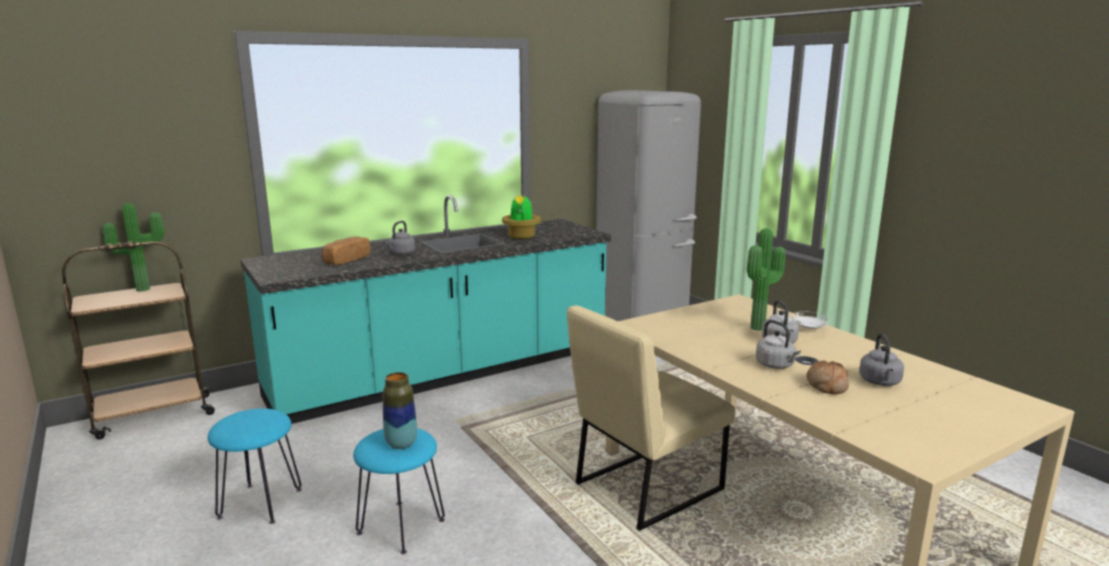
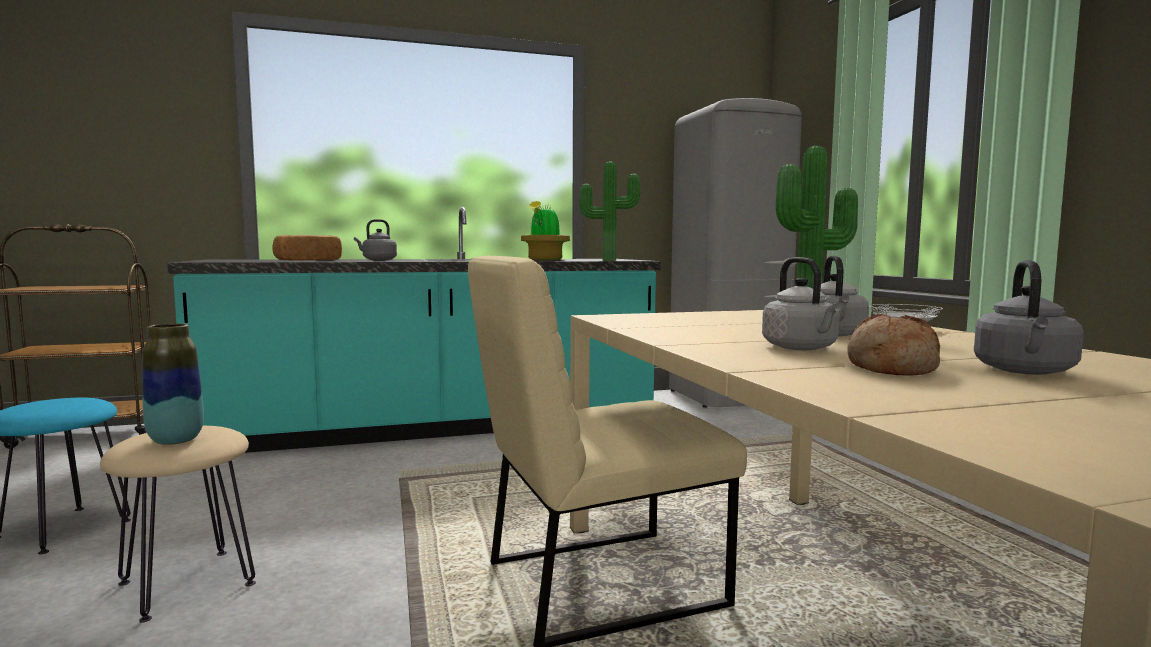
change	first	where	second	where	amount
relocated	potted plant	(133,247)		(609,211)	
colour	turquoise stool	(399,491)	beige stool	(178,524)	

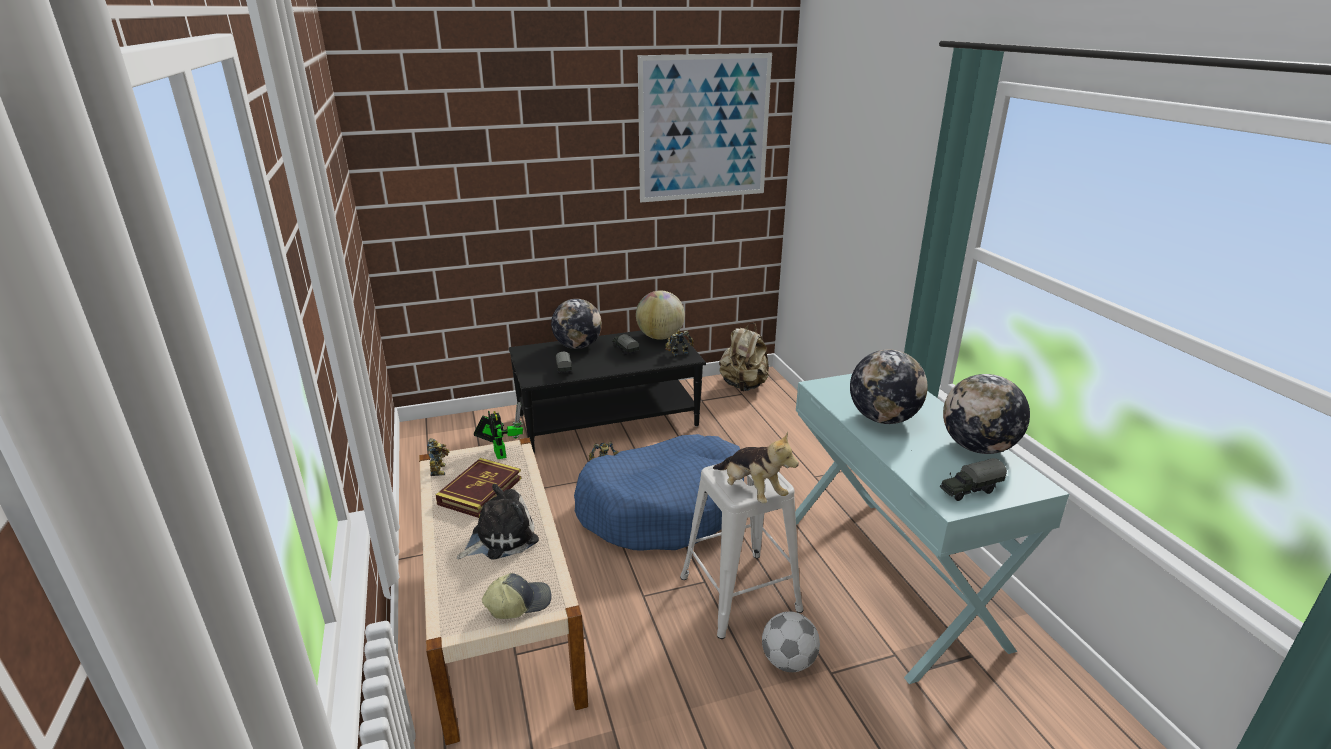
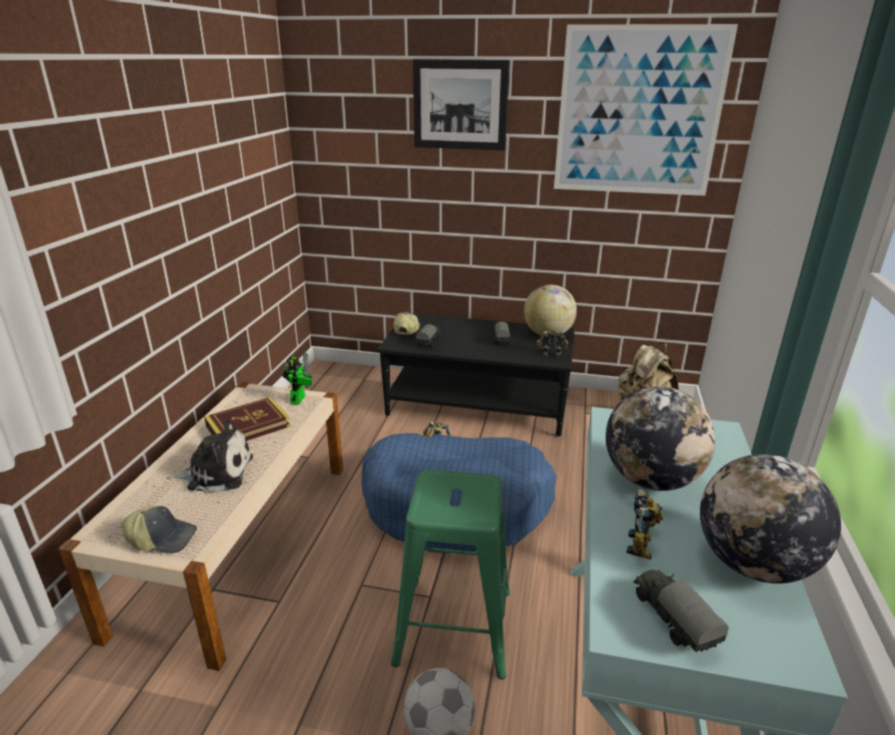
change	first	where	second	where	amount
missing	globe	(576,324)			
missing	plush toy	(756,467)			
appeared			cap	(406,323)	
appeared			picture	(461,104)	
relocated	toy robot	(438,457)		(644,524)	
colour	white stool	(742,552)	green stool	(450,575)	
spun	toy truck	(973,479)		(681,611)	60 degrees clockwise

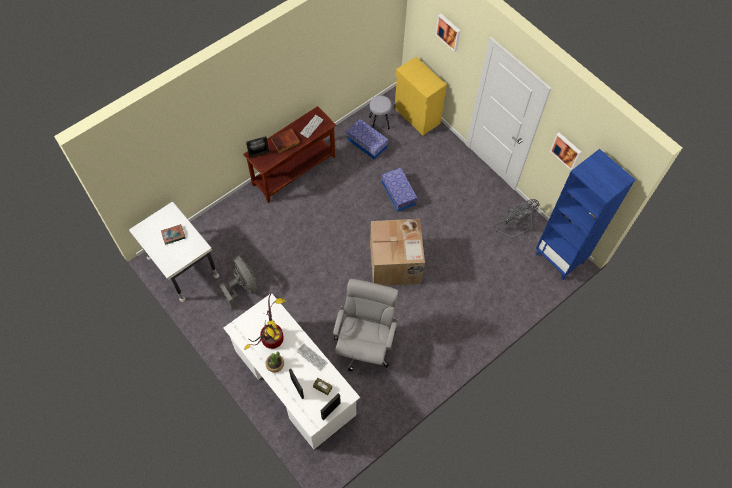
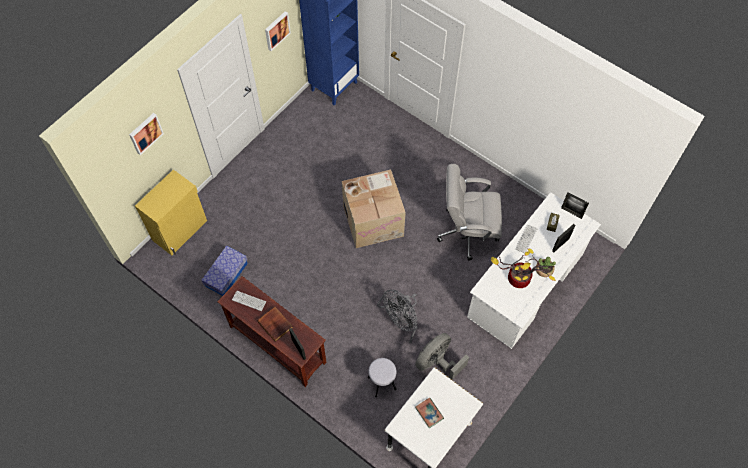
change	first	where	second	where	amount
missing	storage box	(399,189)			
relocated	grey stool	(380,112)		(382,377)	
relocated	grey fan	(517,221)		(397,316)	

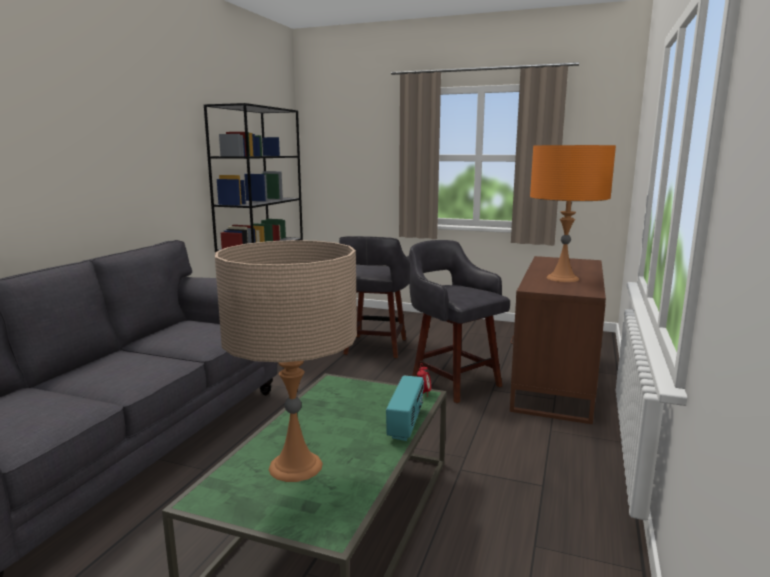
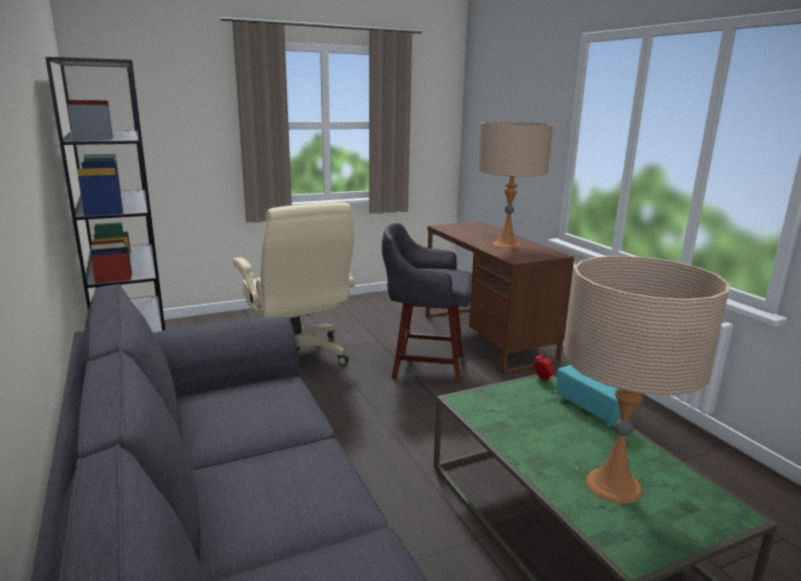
change	first	where	second	where	amount
exchanged	grey stool	(374,297)	beige office chair	(293,283)	
colour	orange table lamp	(573,213)	beige table lamp	(515,185)	

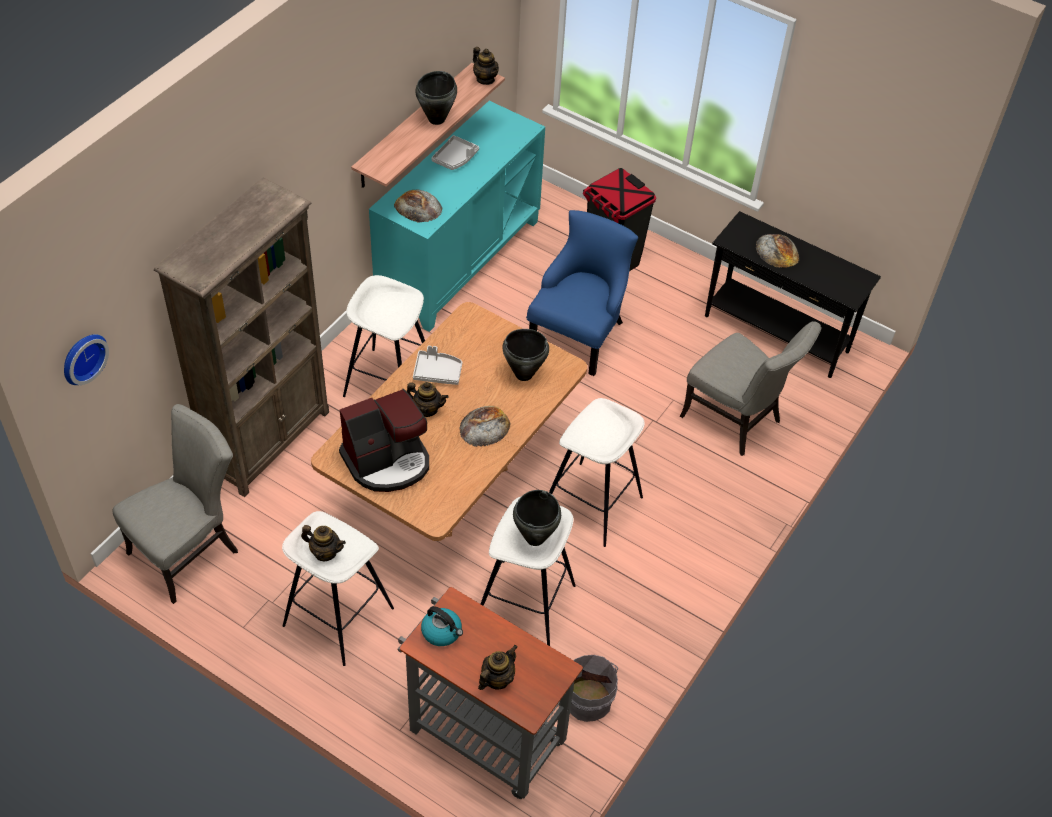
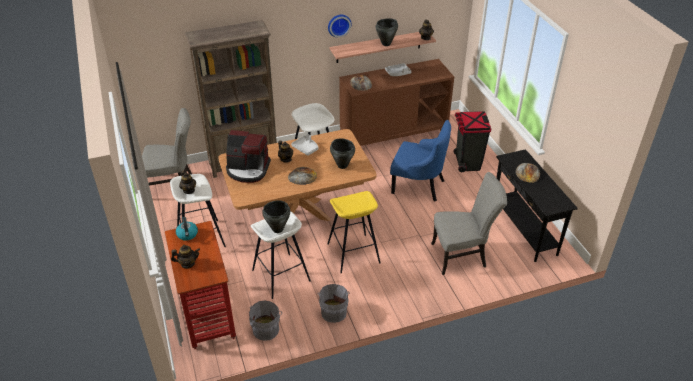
change	first	where	second	where	amount
appeared			grey bucket	(334,303)	
relocated	wall clock	(86,359)		(339,26)	
colour	turquoise cabinet	(457,216)	brown cabinet	(396,102)	
colour	grey cart	(490,693)	red cart	(200,285)	
colour	white stool	(597,472)	yellow stool	(353,232)	
spun	blue chair	(582,293)		(420,161)	45 degrees clockwise
spun	grey chair	(750,388)		(469,223)	90 degrees counterclockwise

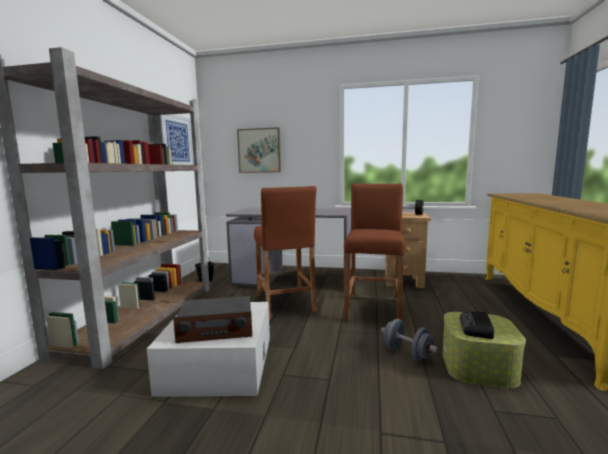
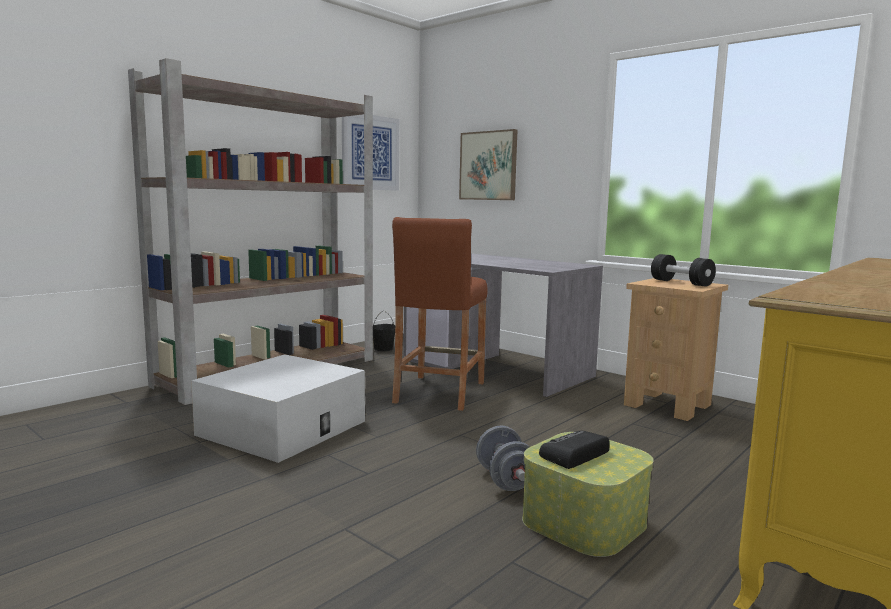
change	first	where	second	where	amount
missing	radio	(212,319)			
missing	brown stool	(375,253)			

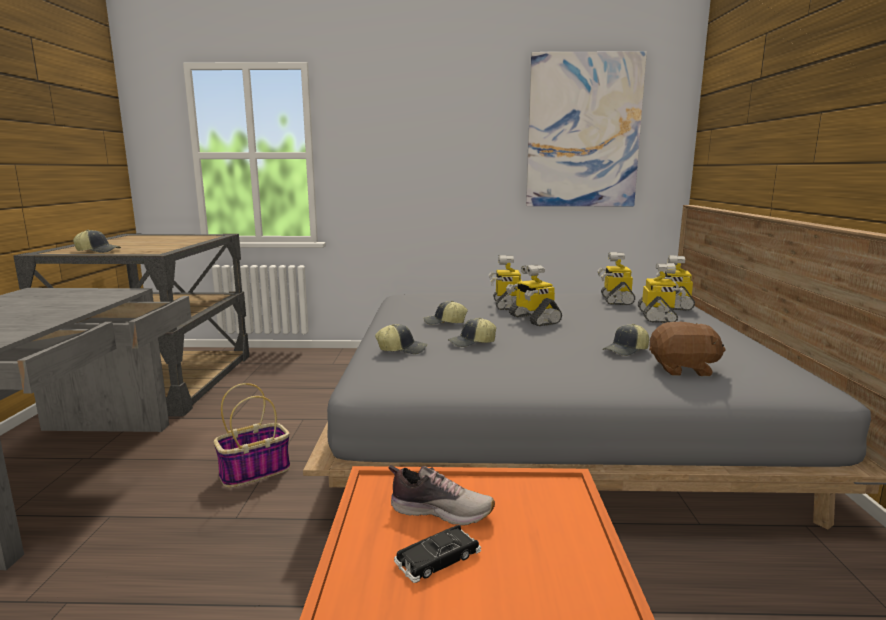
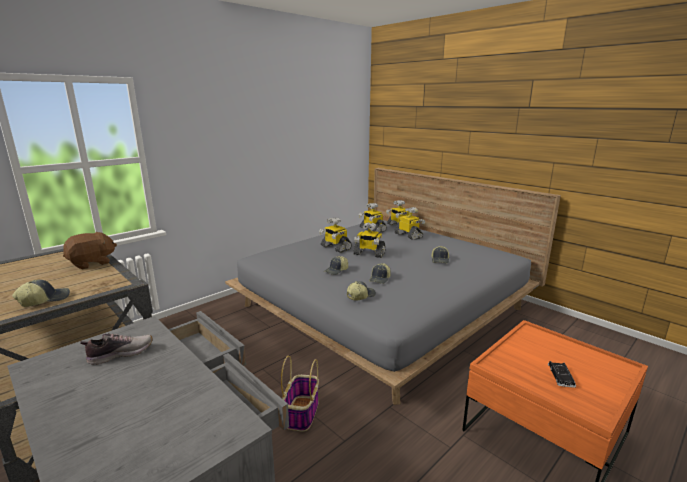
change	first	where	second	where	amount
missing	picture	(586,128)			
relocated	shoe	(441,495)		(116,349)	
relocated	brown plush toy	(687,349)		(90,250)	

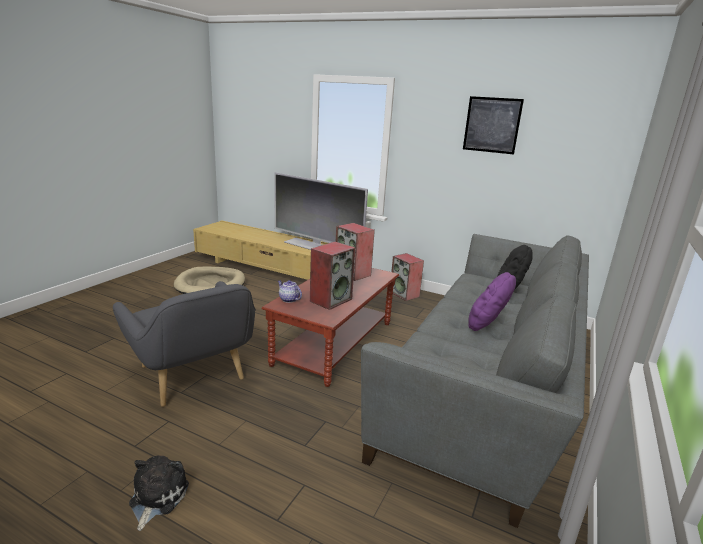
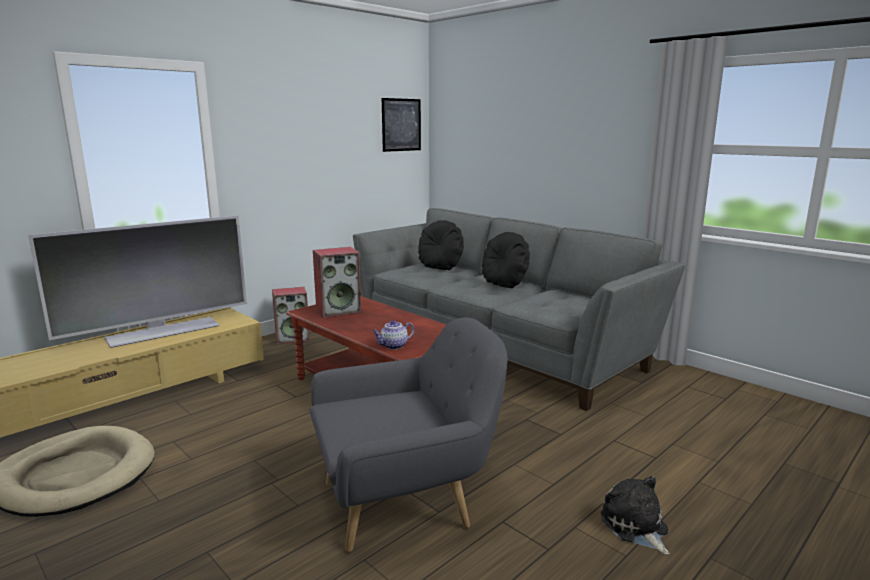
change	first	where	second	where	amount
missing	speaker	(332,276)			
relocated	picture	(493,125)		(401,125)	
colour	purple pillow	(492,301)	black pillow	(506,260)	
spun	plush toy	(159,493)		(635,515)	45 degrees clockwise

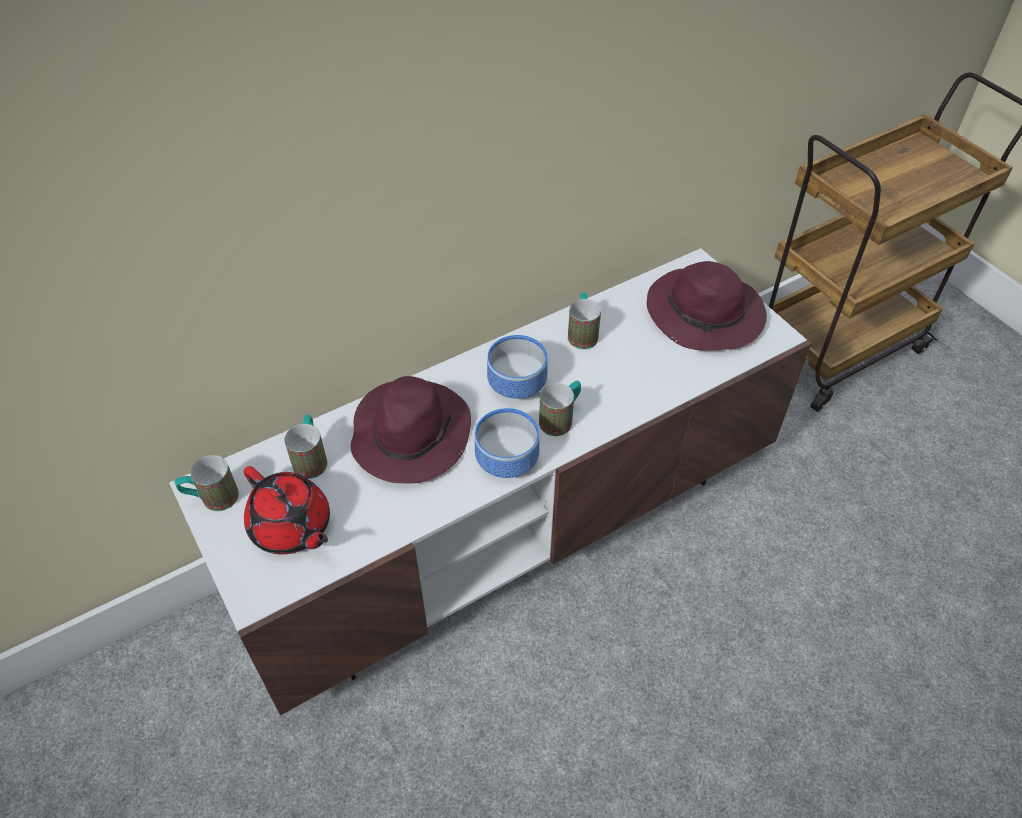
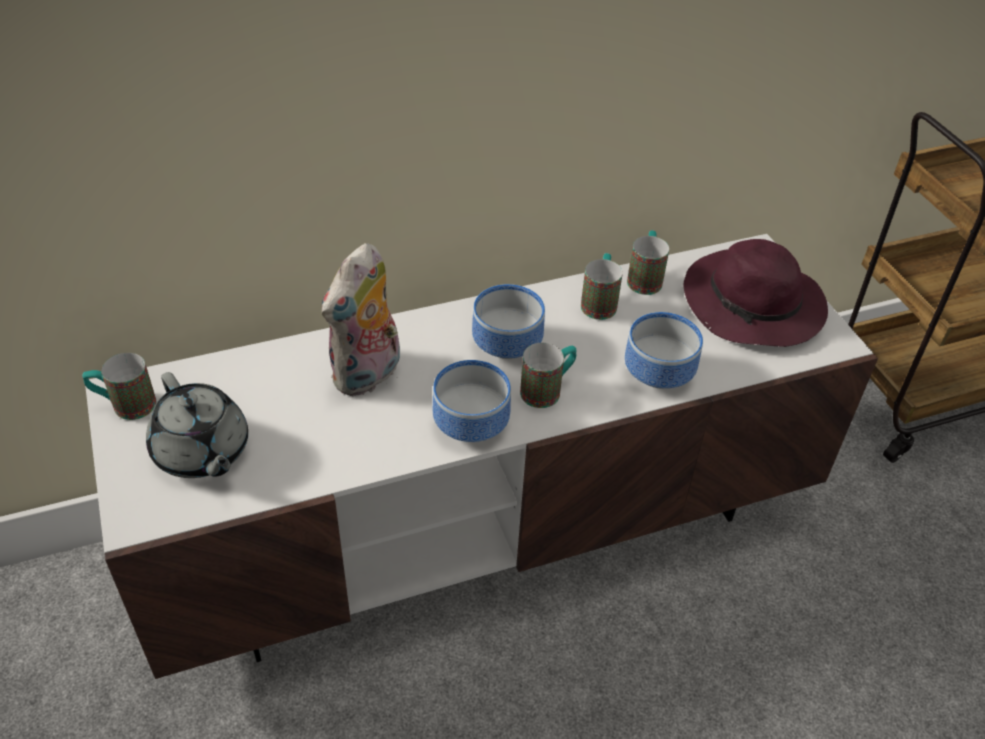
change	first	where	second	where	amount
appeared			bowl	(664,350)	
relocated	mug	(306,446)		(648,262)	
exchanged	purple hat	(411,430)	plush toy	(361,319)	
colour	red teapot	(286,510)	grey teapot	(197,425)	

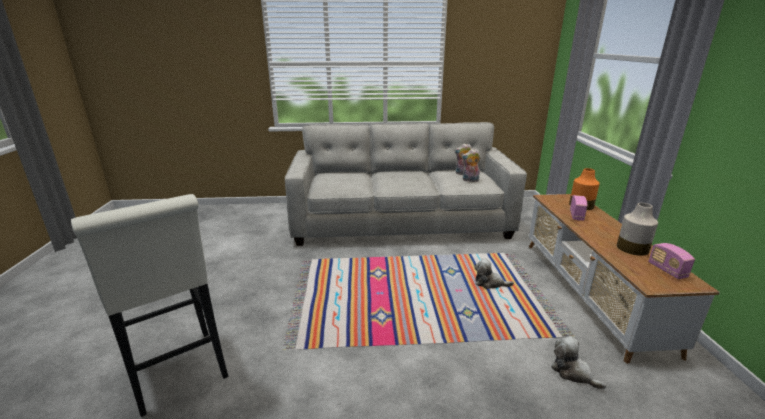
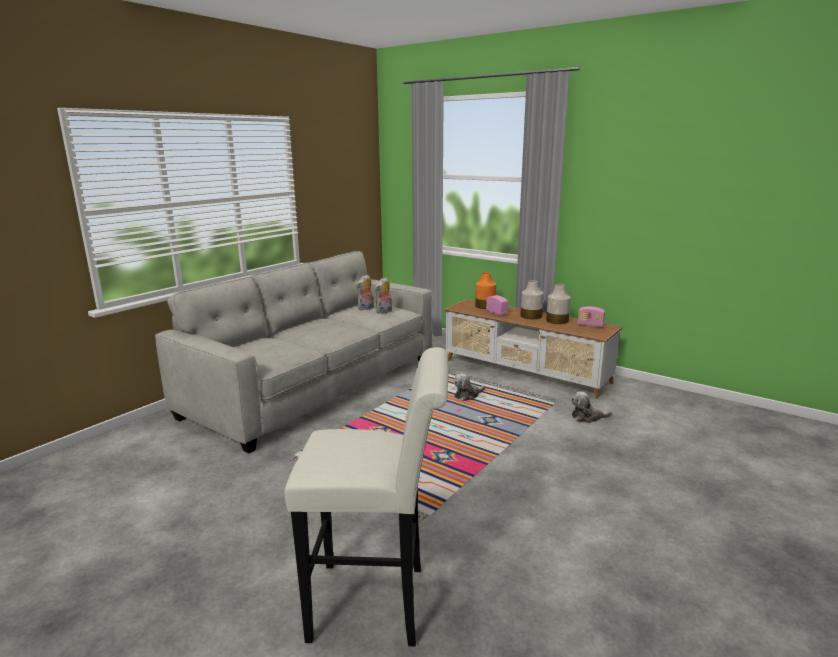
change	first	where	second	where	amount
appeared			beige vase	(532,299)	

